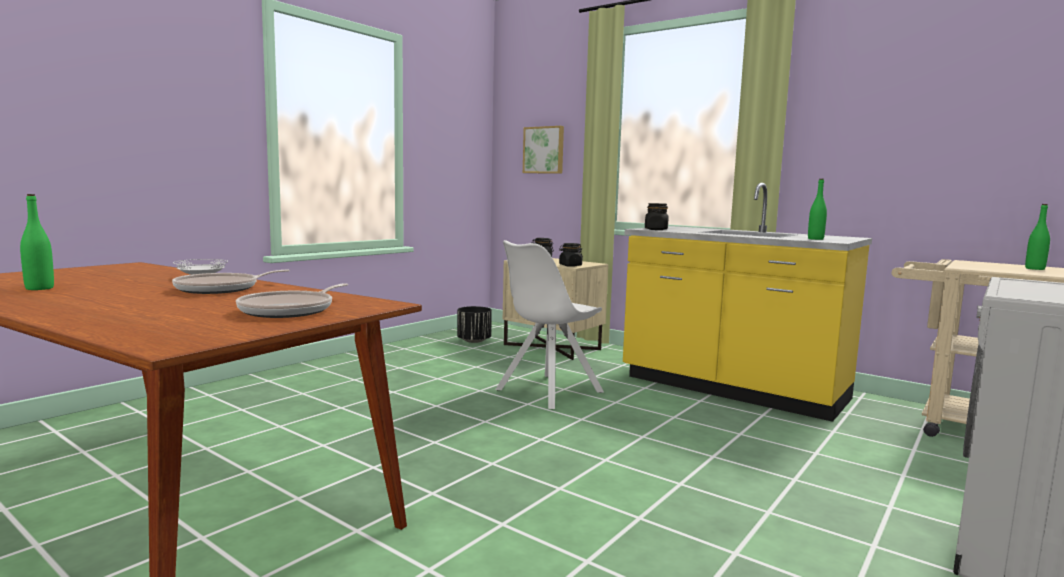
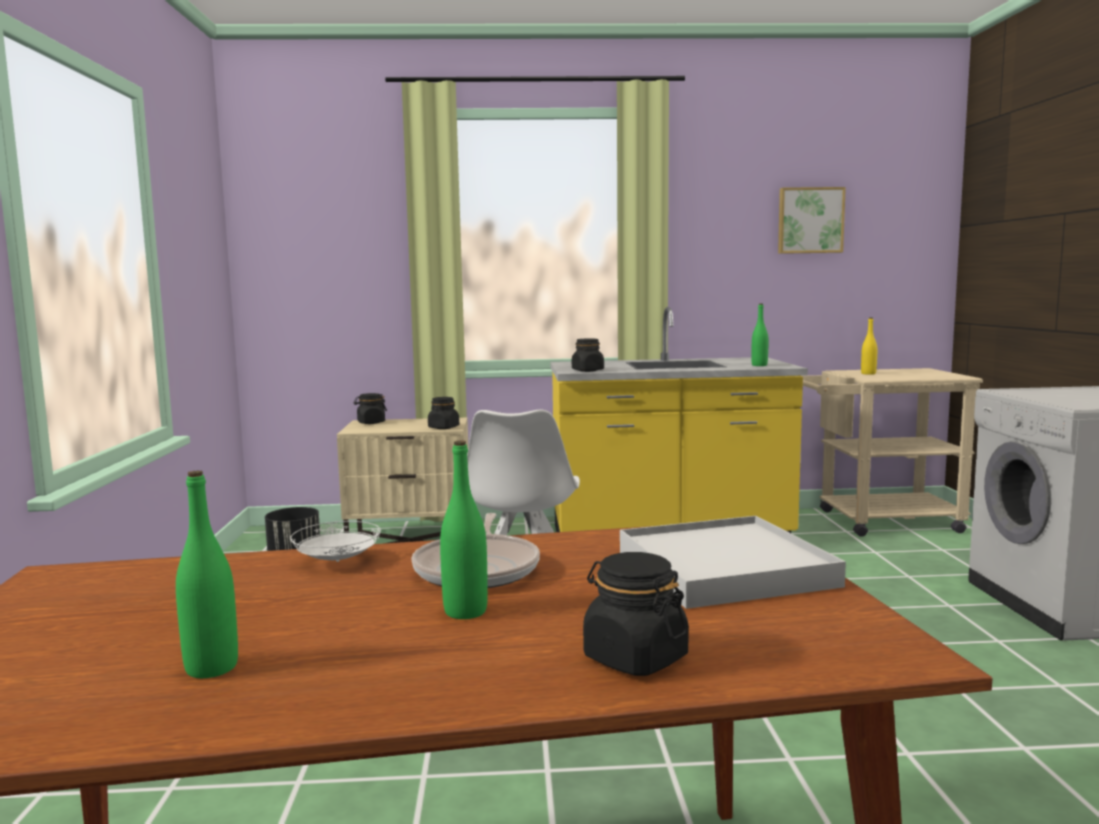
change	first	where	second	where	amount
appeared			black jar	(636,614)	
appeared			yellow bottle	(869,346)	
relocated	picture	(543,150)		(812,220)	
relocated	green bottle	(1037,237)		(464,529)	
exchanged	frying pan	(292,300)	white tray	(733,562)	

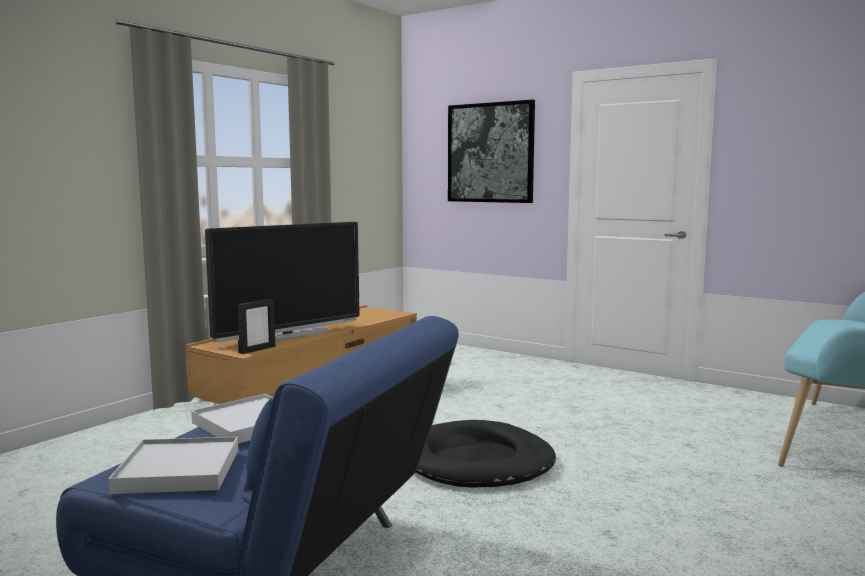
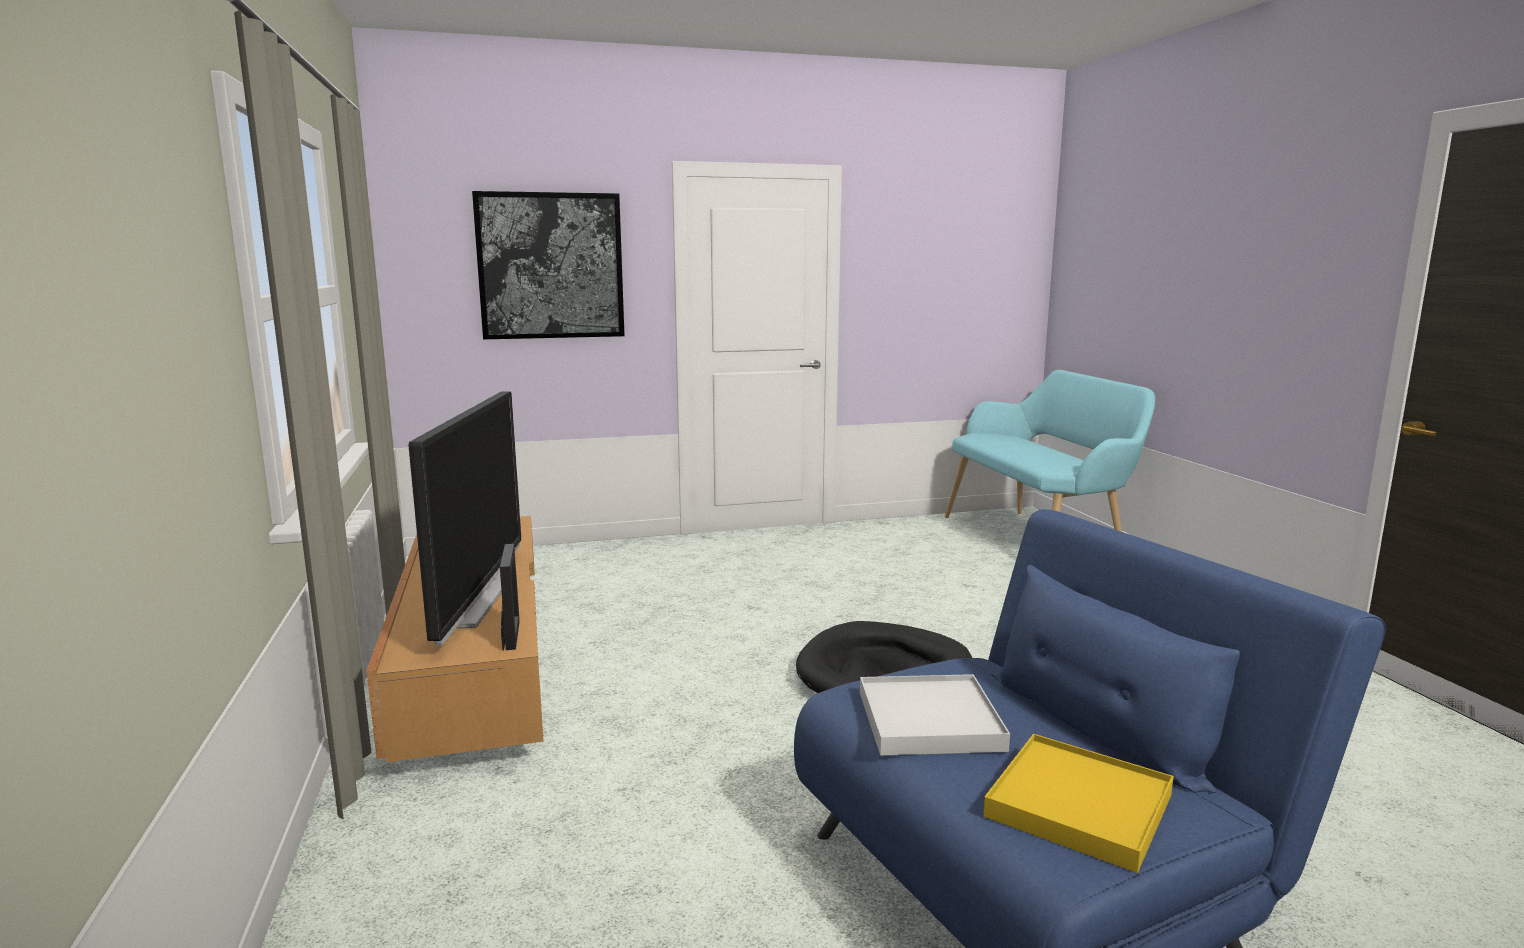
change	first	where	second	where	amount
colour	white tray	(173,465)	yellow tray	(1078,803)	

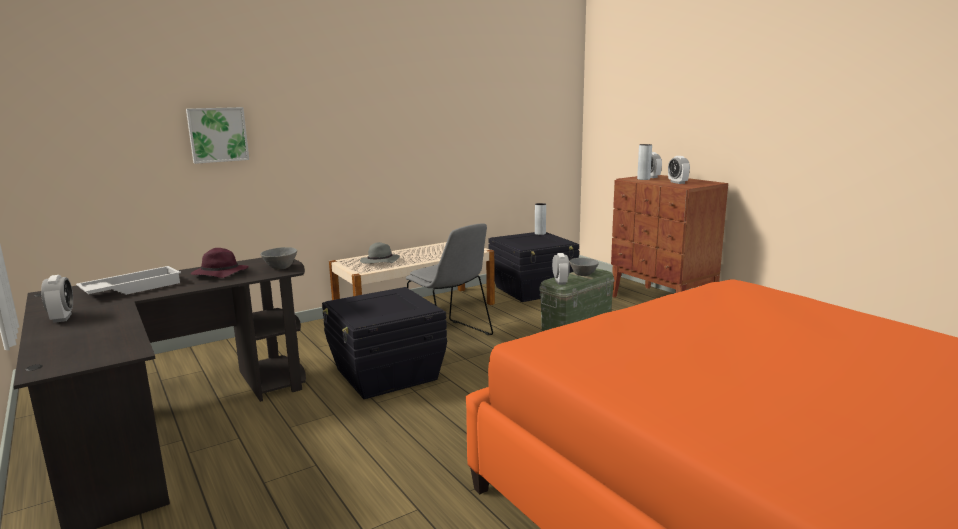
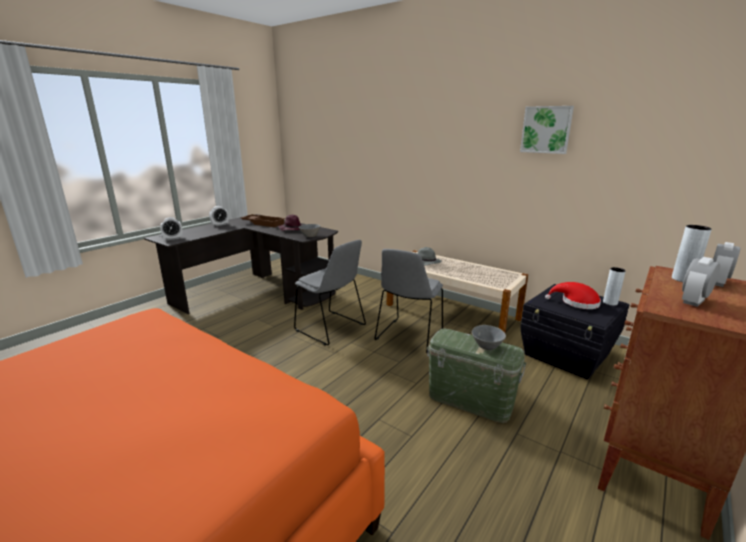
change	first	where	second	where	amount
appeared			red hat	(573,295)	
relocated	picture	(217,135)		(547,130)	
relocated	alarm clock	(561,269)		(171,228)	
exchanged	black storage box	(384,343)	grey chair	(330,292)	
colour	white tray	(128,280)	brown tray	(263,220)	

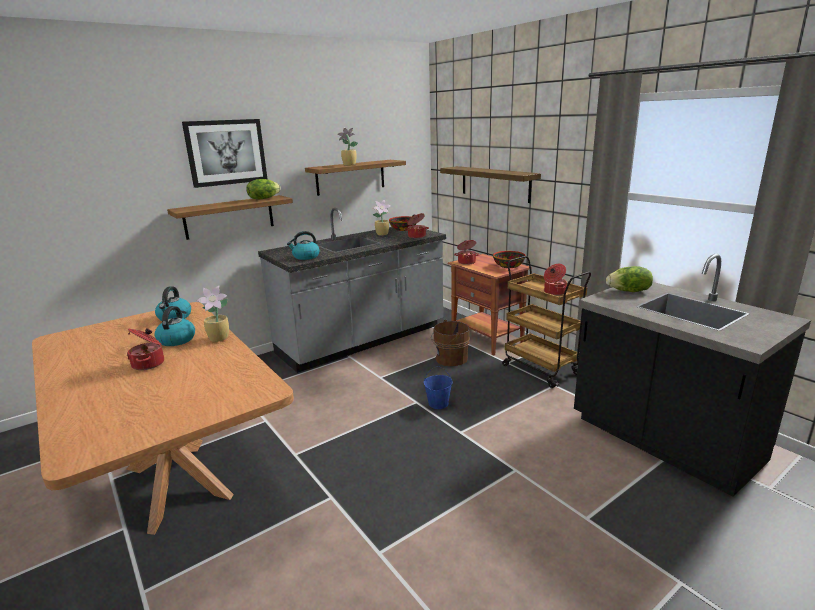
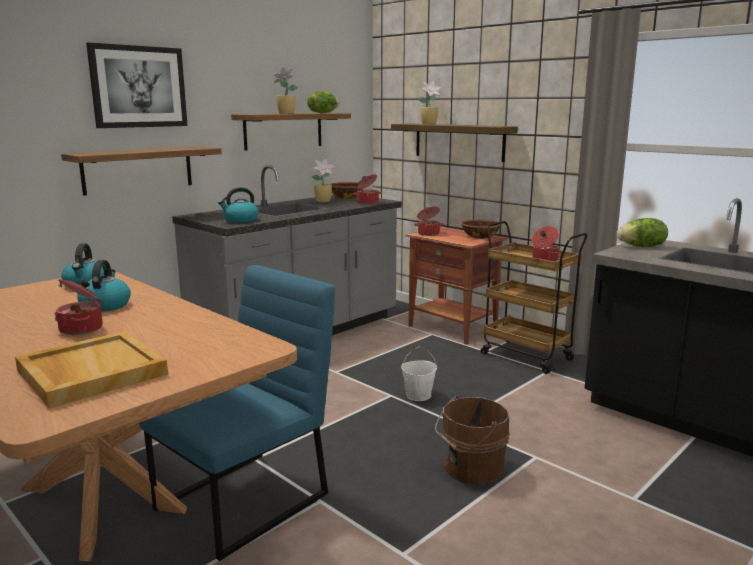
change	first	where	second	where	amount
appeared			beige tray	(91,369)	
appeared			blue chair	(237,413)	
relocated	potted plant	(212,314)		(430,102)	
relocated	lettuce	(263,189)		(323,102)	
relocated	brown bucket	(450,343)		(472,439)	
colour	blue bucket	(438,387)	white bucket	(419,374)	

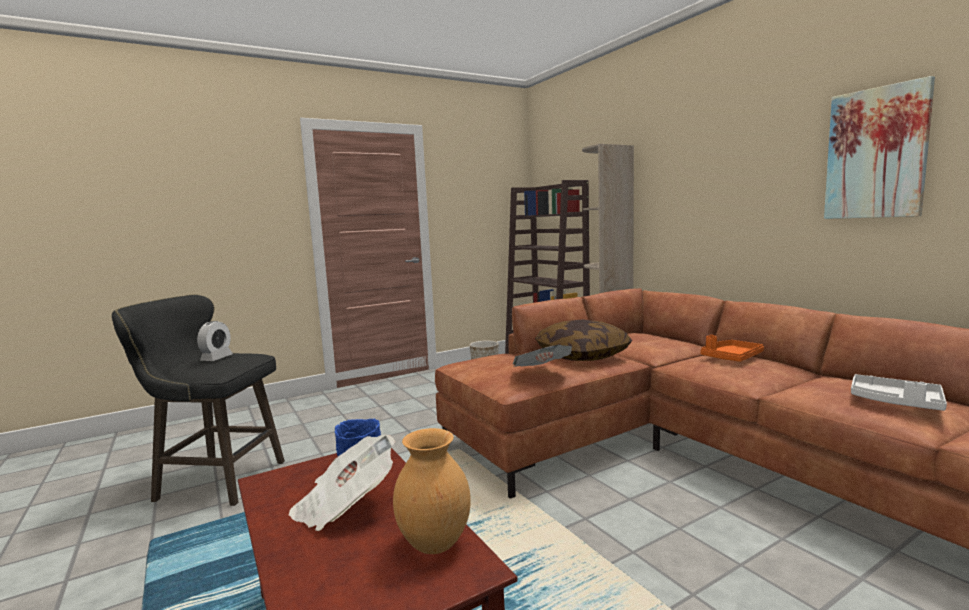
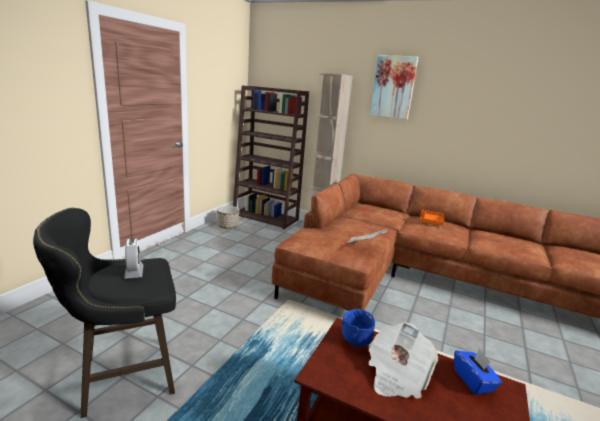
change	first	where	second	where	amount
missing	pillow	(583,340)			
missing	white tray	(899,392)			
relocated	picture	(879,147)		(394,87)	
exchanged	brown vase	(432,491)	blue tissue box	(478,372)	

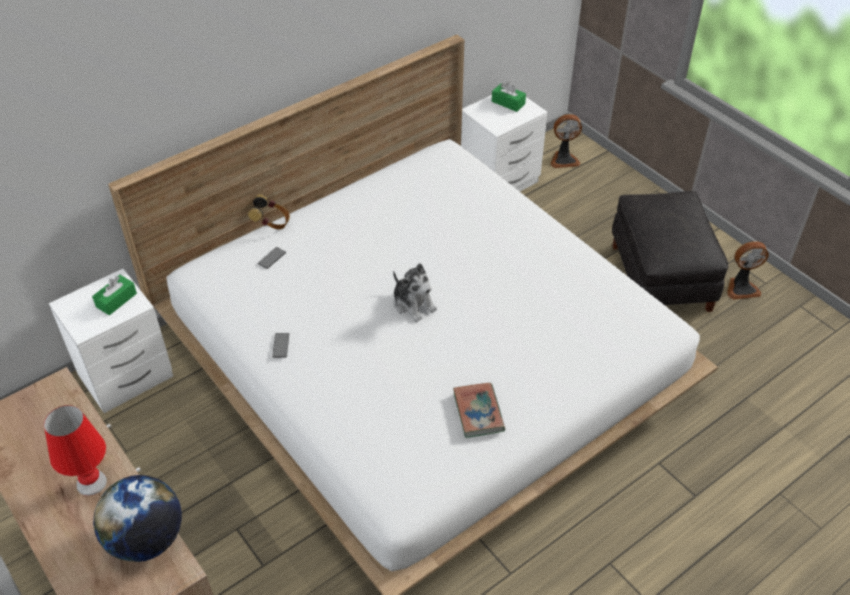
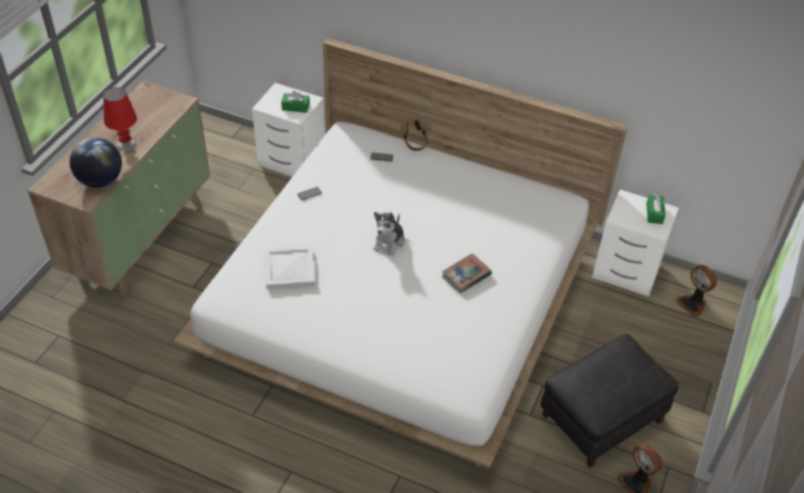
change	first	where	second	where	amount
appeared			white tray	(290,267)	
relocated	book	(479,410)		(467,273)	

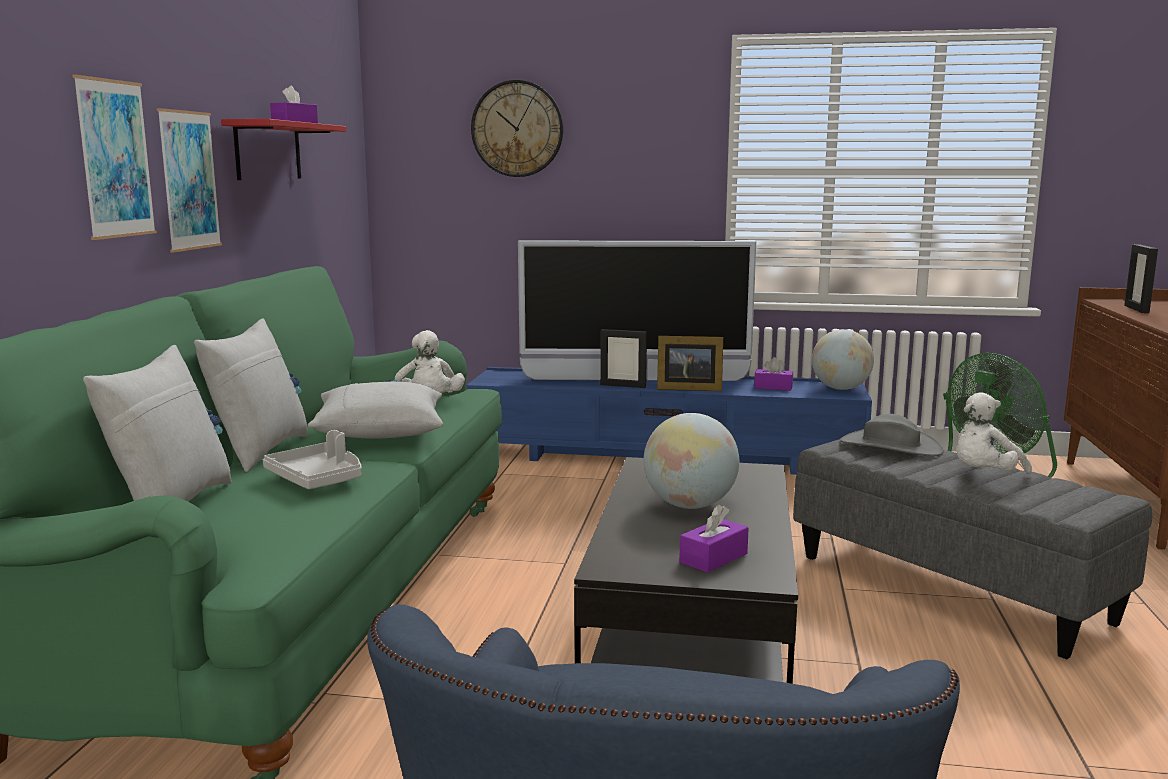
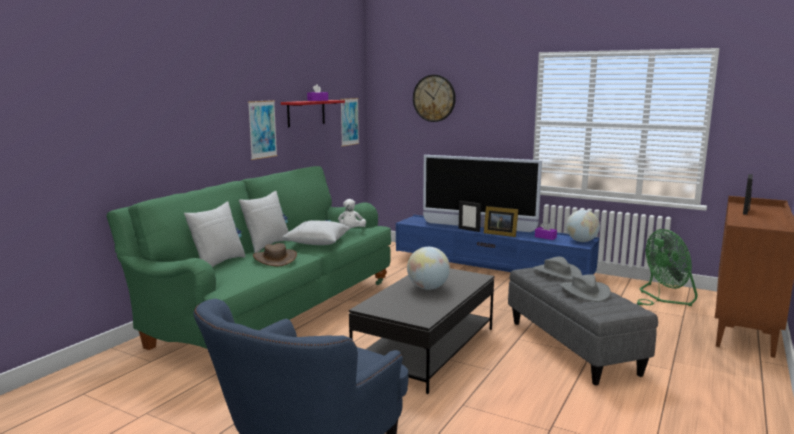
change	first	where	second	where	amount
missing	purple tissue box	(714,539)			
relocated	picture	(114,157)		(349,122)	
exchanged	grey tray	(312,459)	brown hat	(275,255)	
exchanged	white plush toy	(994,433)	grey hat	(585,288)	

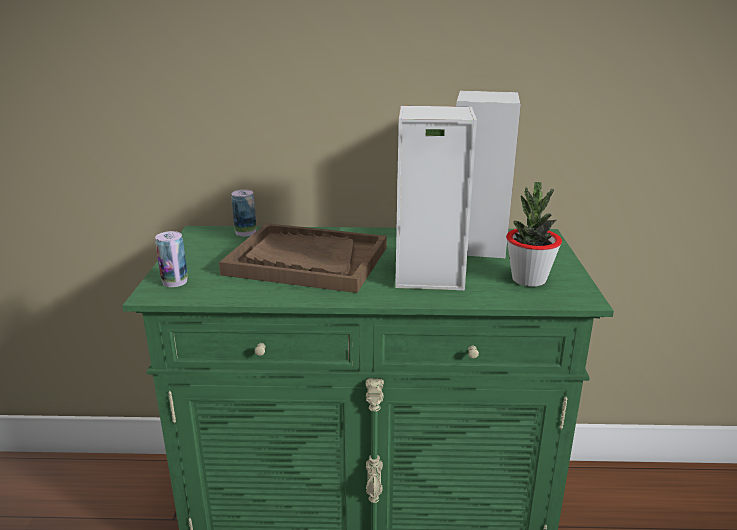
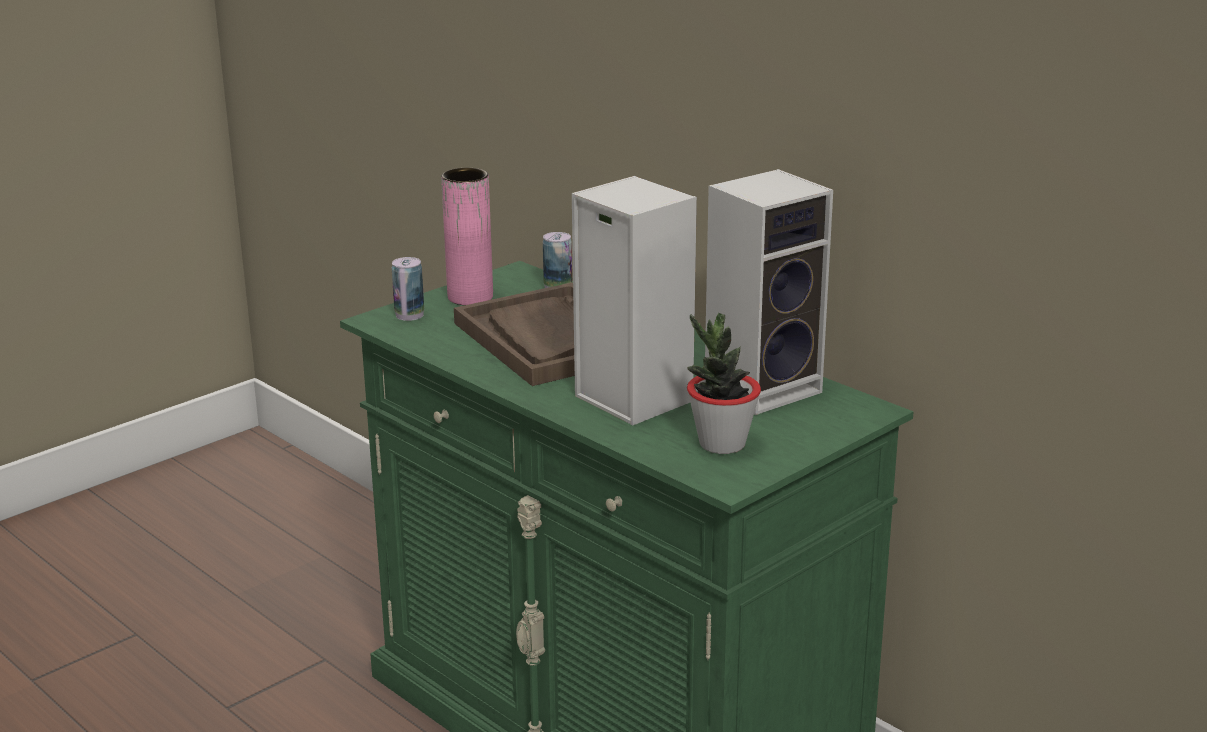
change	first	where	second	where	amount
appeared			pink vase	(467,236)	

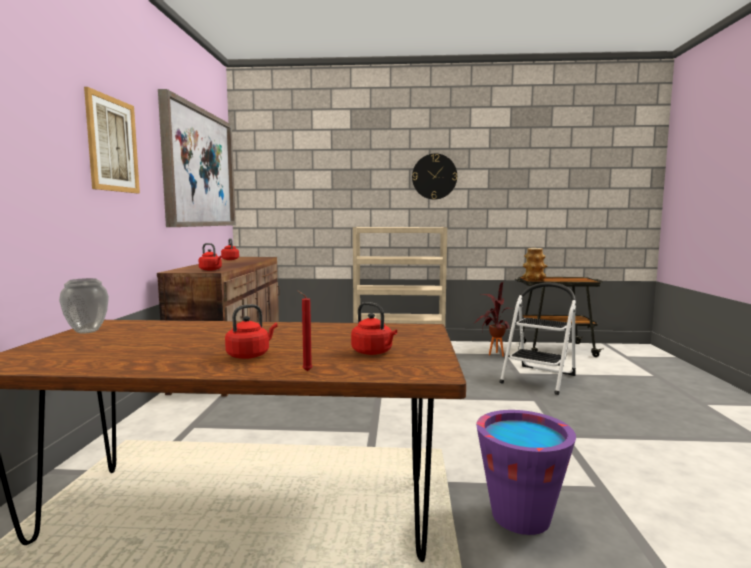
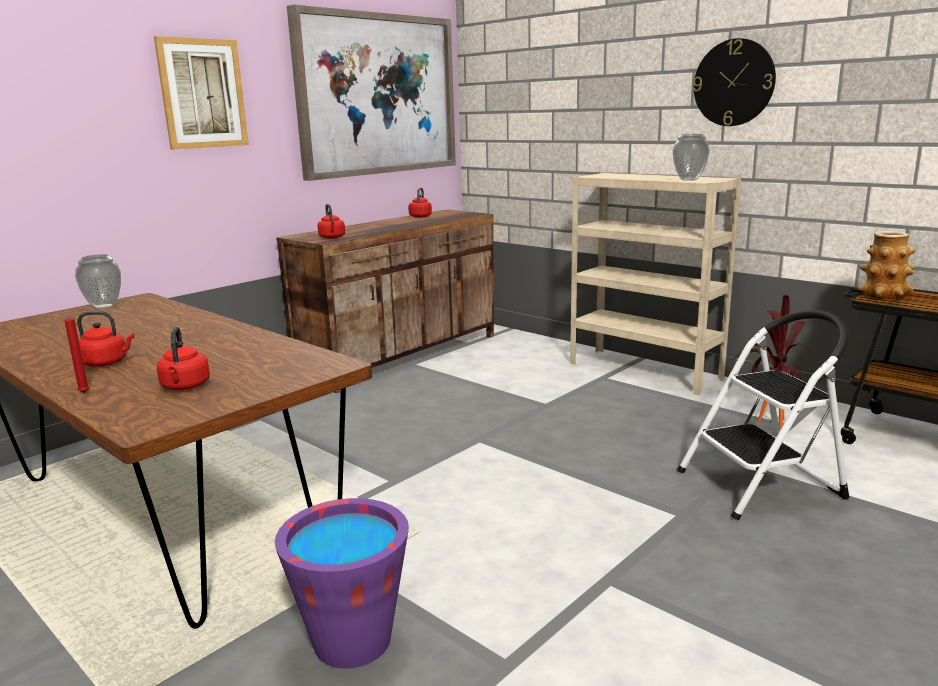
change	first	where	second	where	amount
appeared			vase	(691,157)	

